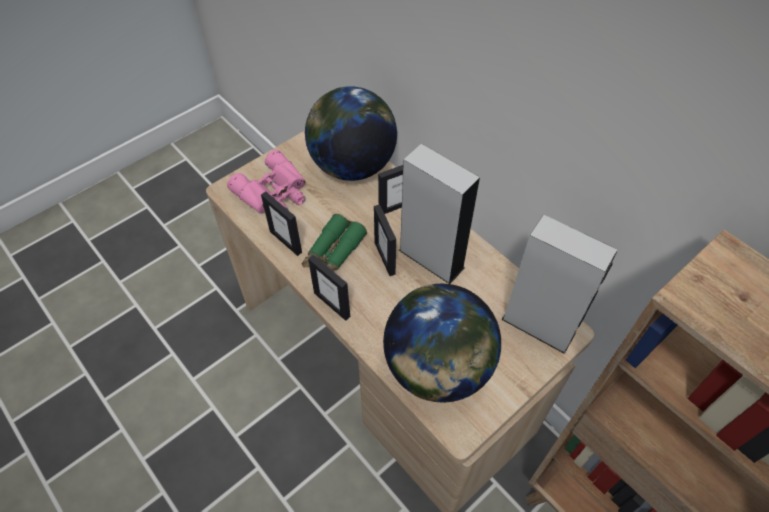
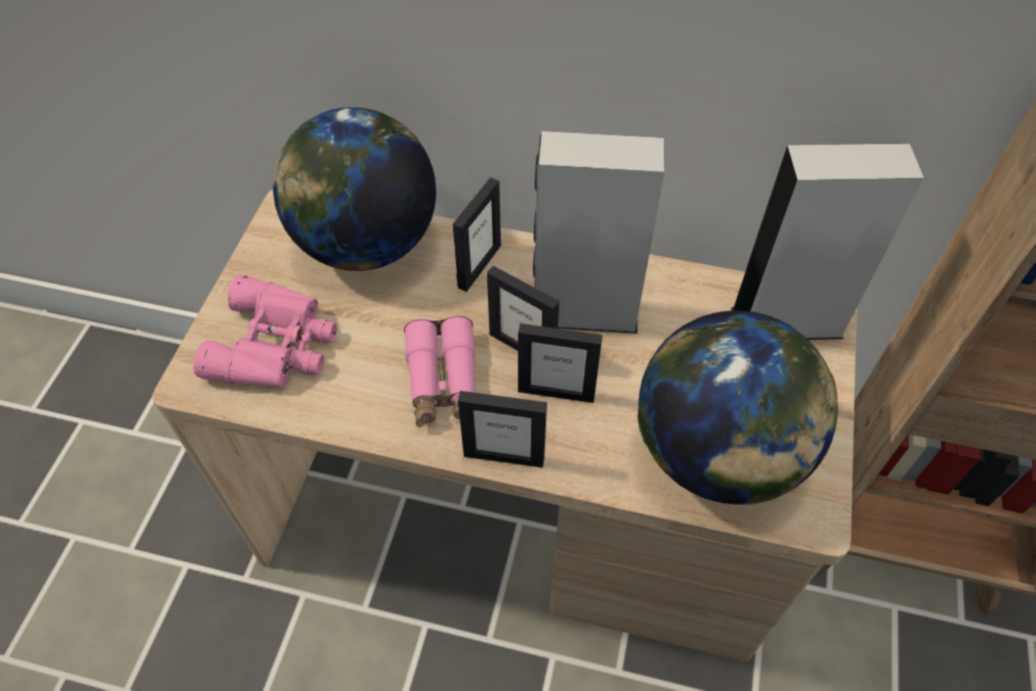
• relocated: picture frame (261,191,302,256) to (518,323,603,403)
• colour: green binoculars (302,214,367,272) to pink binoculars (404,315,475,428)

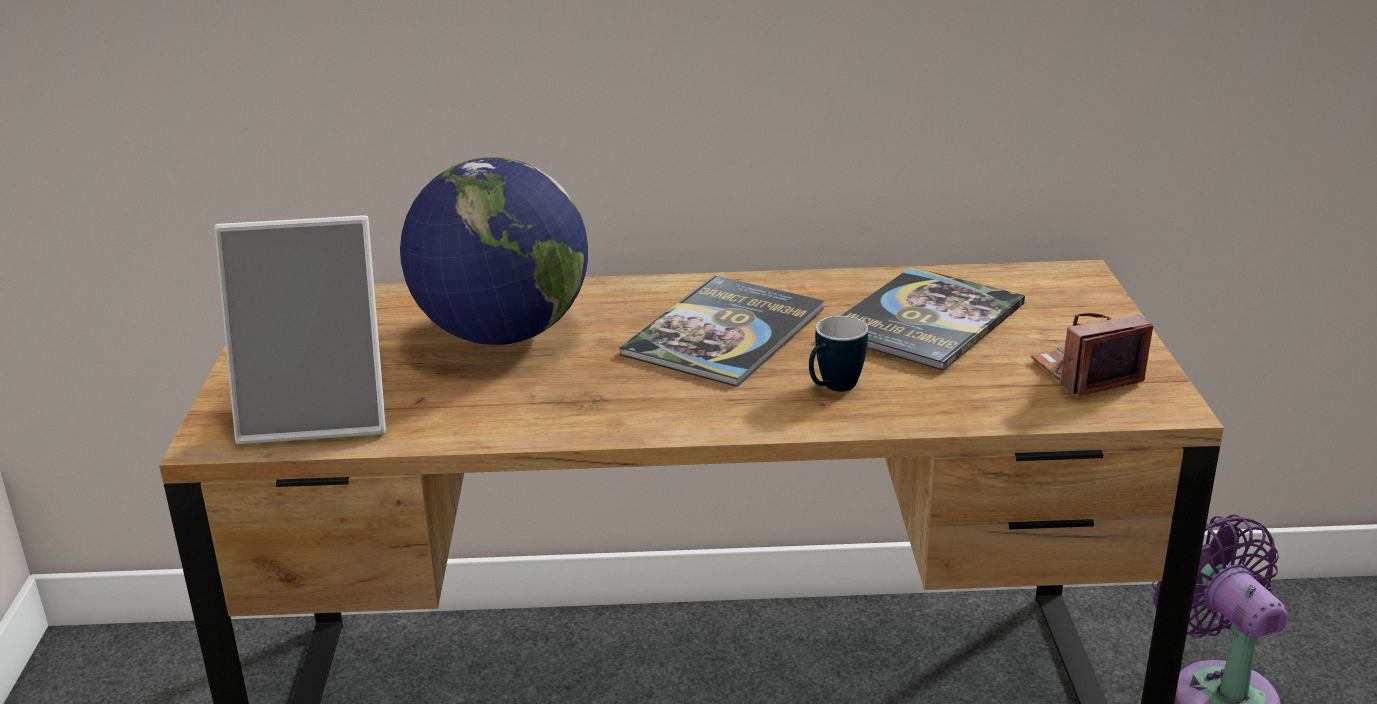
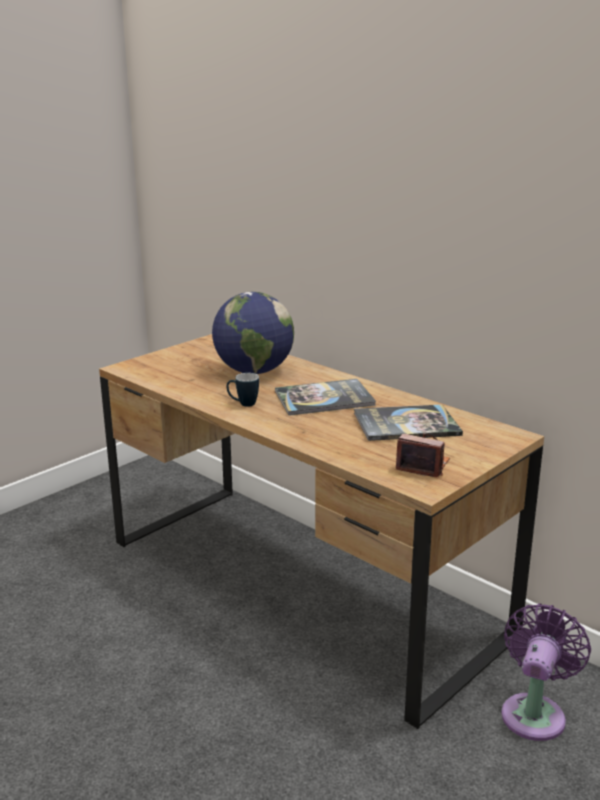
• missing: picture frame (215,215,386,445)
• relocated: mug (809,316,868,392) to (226,373,259,407)

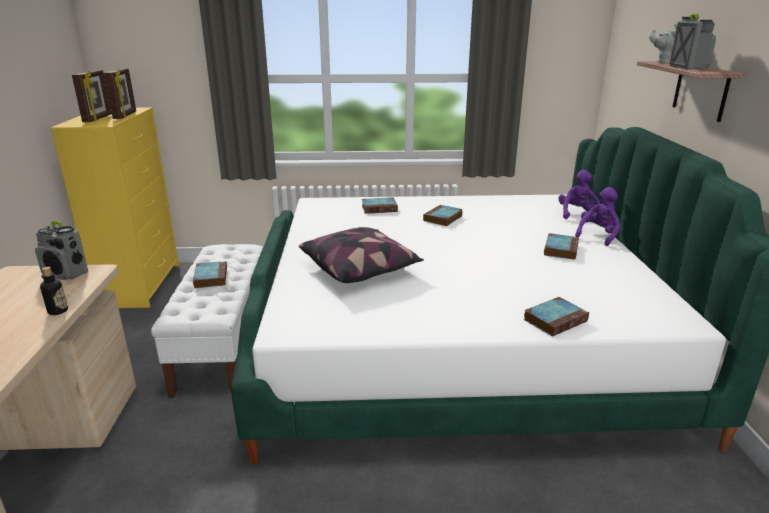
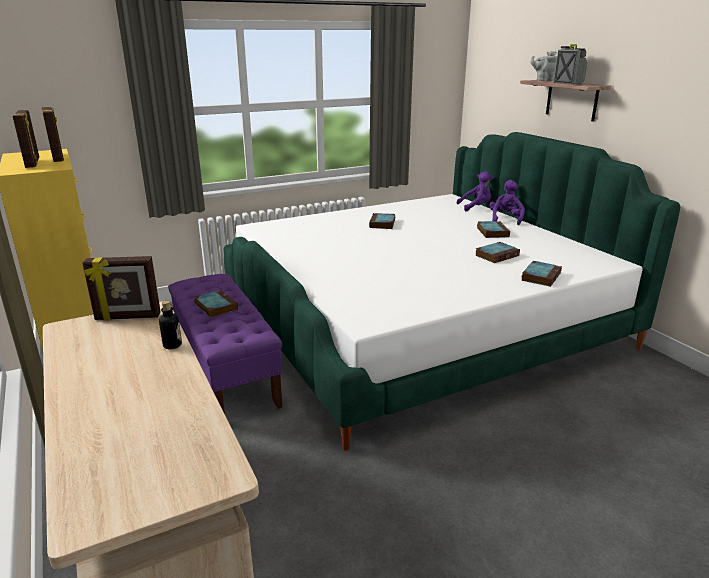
• missing: pillow (299,227,424,283)
• relocated: book (362,197,398,214) to (475,242,520,263)
• exchanged: radio (35,221,88,280) to picture frame (82,256,161,321)
• colour: white bench (151,244,263,398) to purple bench (168,274,282,414)
• spun: purple plush toy (558,170,601,219) = (457,171,493,211) 90 degrees clockwise

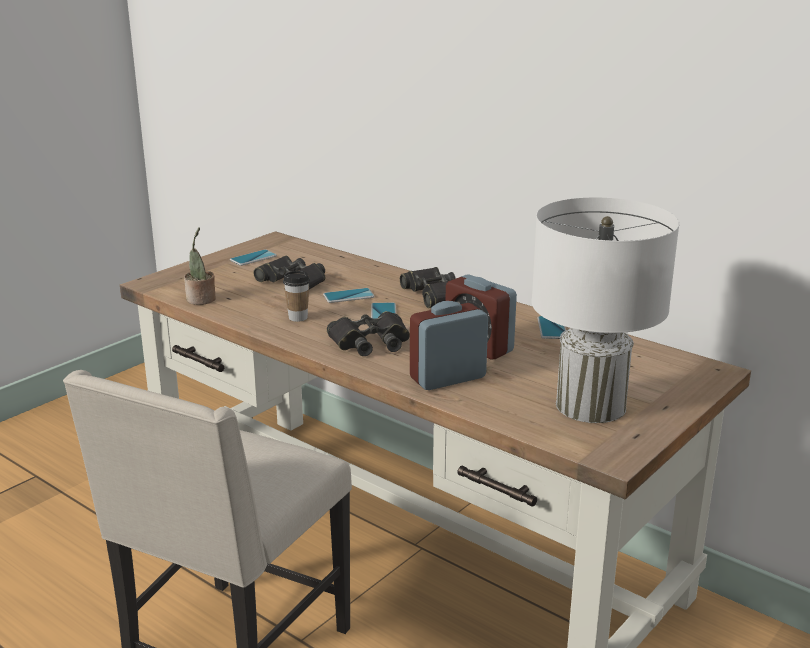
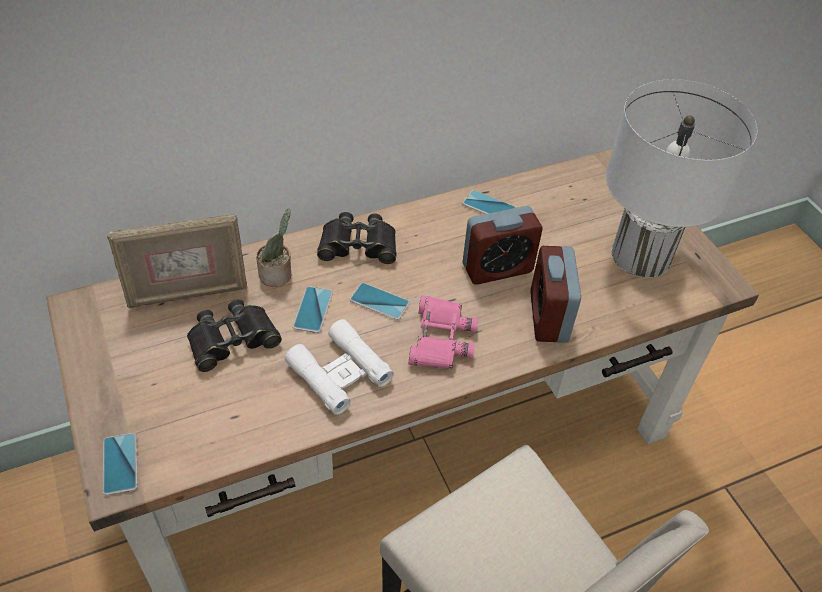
• appeared: picture frame (107,214,248,308)
• relocated: potted plant (184,227,215,305) to (256,209,291,287)
• relocated: phone (230,249,277,266) to (103,433,138,496)
• exchanged: cup (283,271,310,322) to white binoculars (285,319,394,415)
• colour: black binoculars (327,311,410,356) to pink binoculars (409,295,478,368)

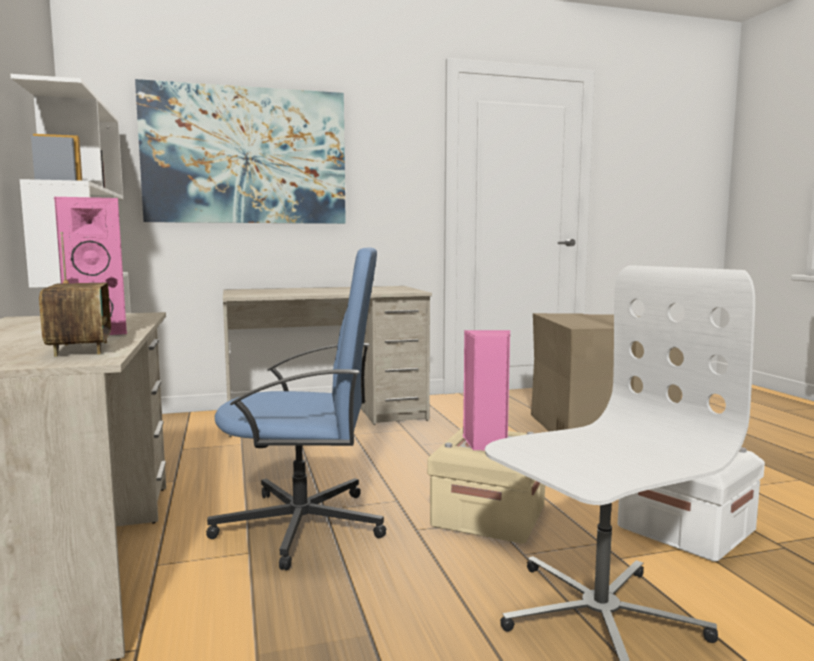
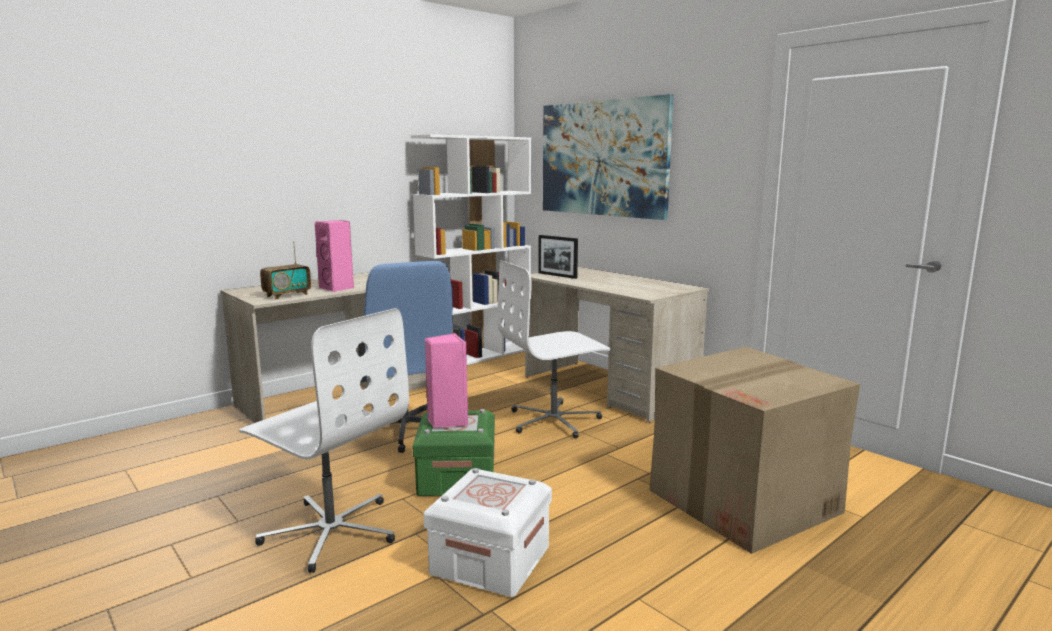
• appeared: white office chair (497,260,611,438)
• appeared: picture frame (538,235,578,279)
• colour: beige storage box (427,427,545,544) to green storage box (413,409,495,496)

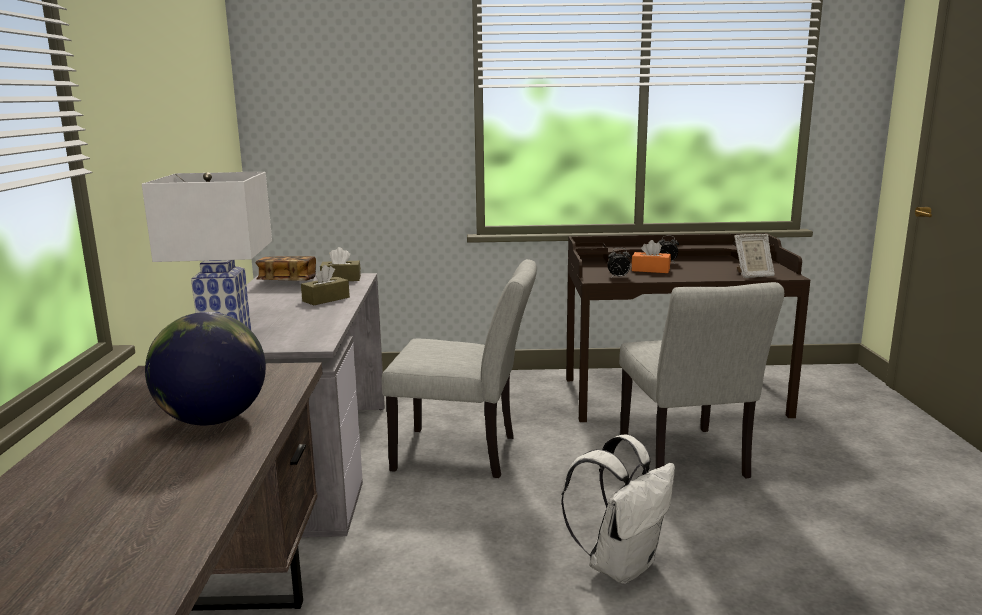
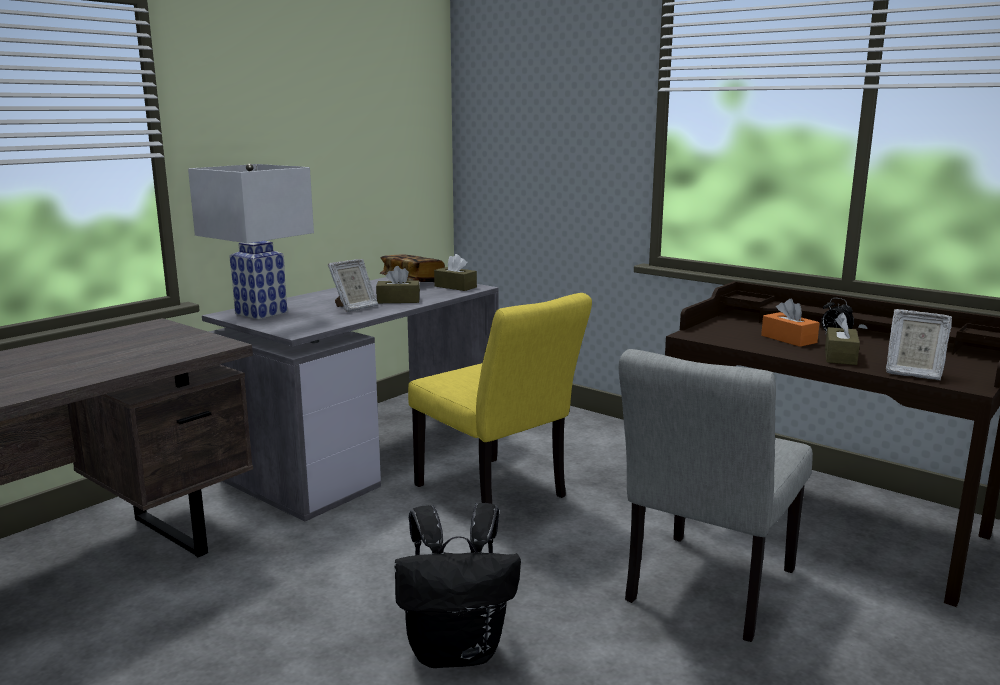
• missing: globe (145,312,266,425)
• missing: alarm clock (608,248,631,277)
• appeared: picture frame (328,259,378,312)
• appeared: brown tissue box (825,313,860,365)
• colour: grey chair (382,259,537,478) to yellow chair (408,293,592,504)
• colour: white backpack (561,435,675,584) to black backpack (395,503,521,668)

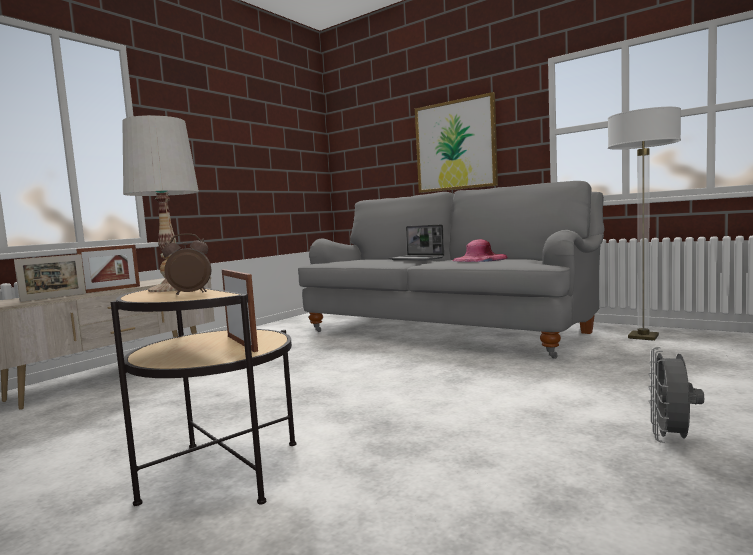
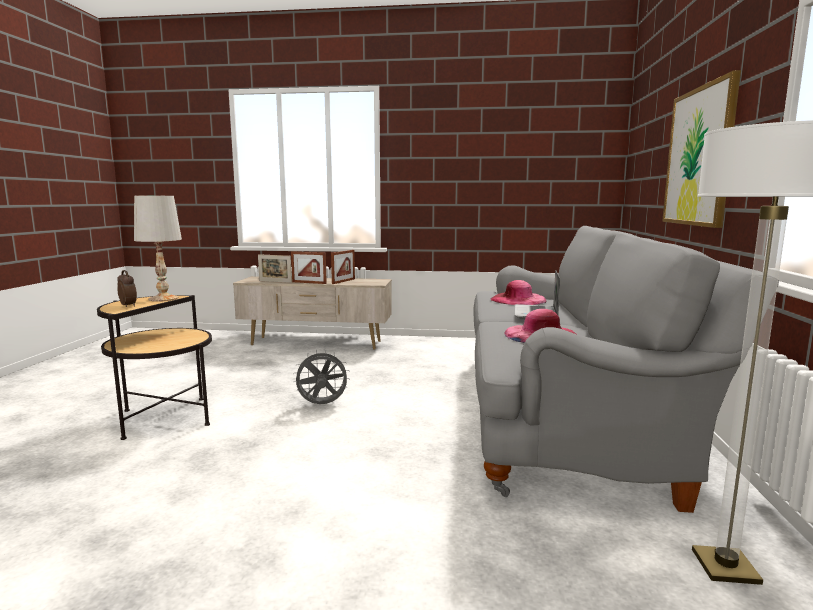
• appeared: pink hat (491,280,546,305)
• relocated: picture frame (222,269,258,352) to (331,250,355,284)
• relocated: grey fan (649,347,704,443) to (293,349,350,404)

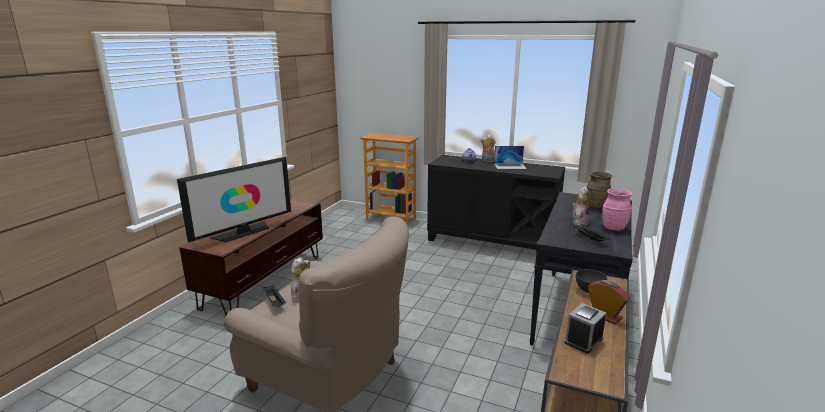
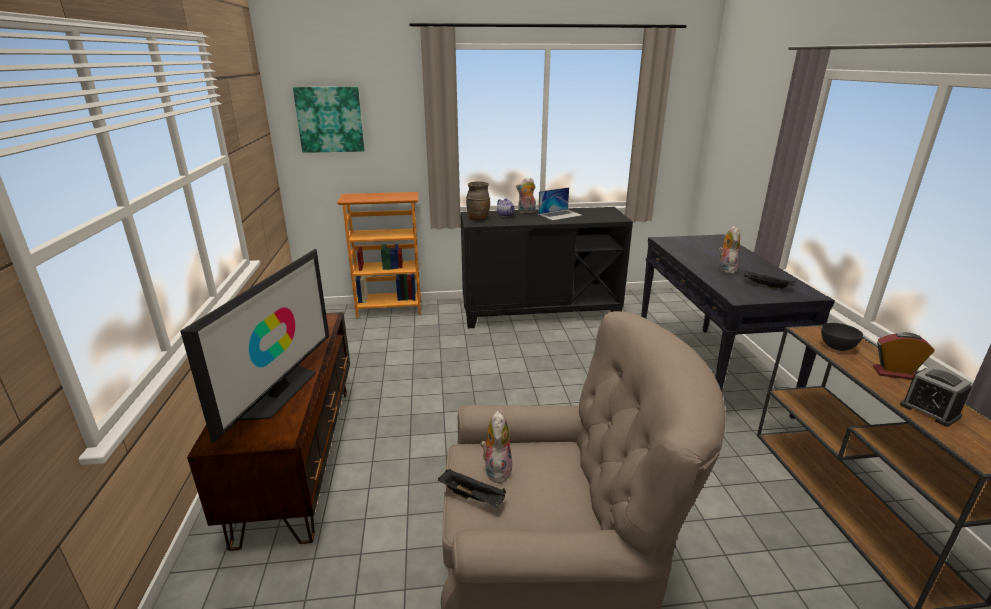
• missing: pink vase (602,189,632,231)
• appeared: picture (293,87,365,153)
• relocated: brown vase (587,172,612,209) to (466,181,490,220)
• spun: alarm clock (565,303,606,354) = (900,366,972,427) 45 degrees counterclockwise

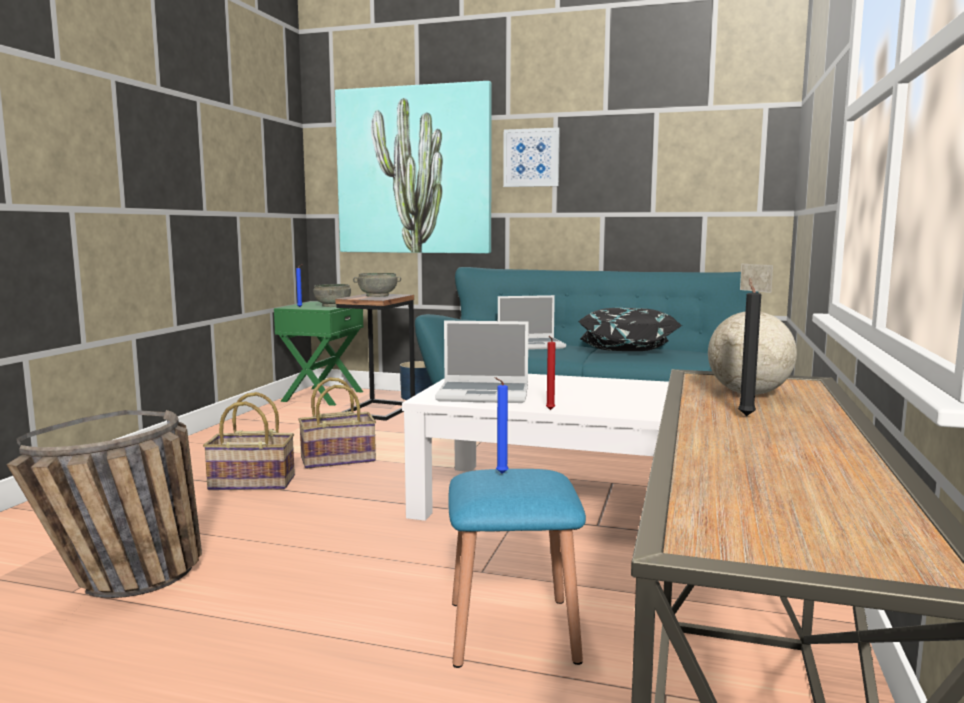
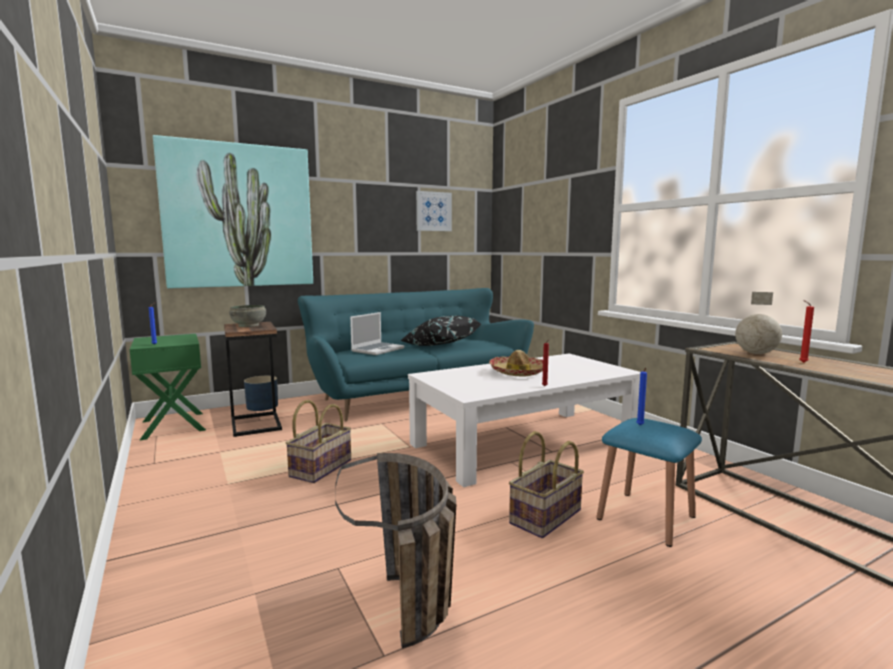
• missing: grey bowl (313,284,351,307)
• missing: laptop (435,321,529,403)
• appeared: hat (489,350,543,376)
• relocated: basket (203,392,295,490) to (509,431,584,538)
• relocated: picture (503,127,560,187) to (416,191,452,231)
• colour: black candle (738,279,761,416) to red candle (800,300,814,363)

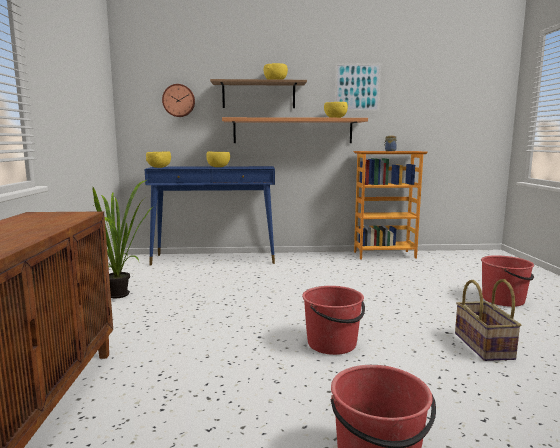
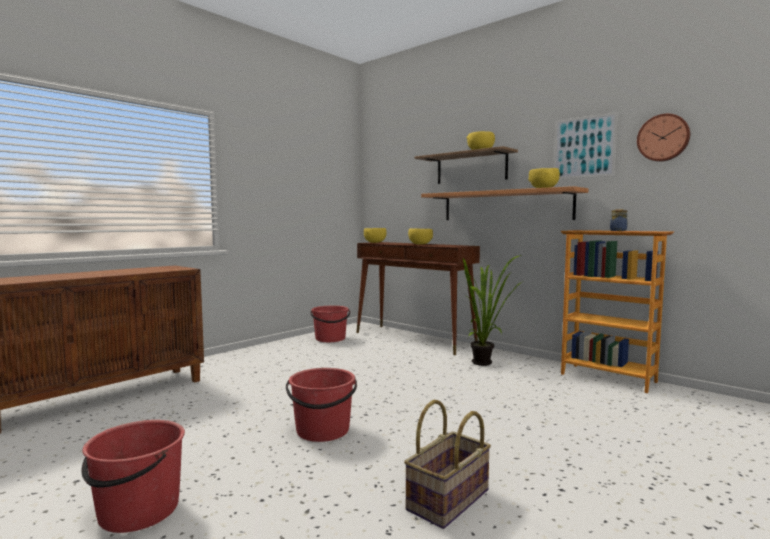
• relocated: potted plant (92,180,154,298) to (463,255,522,366)
• relocated: wall clock (162,84,195,117) to (637,114,690,162)
• relocated: red bucket (481,255,534,307) to (311,306,350,342)
• colour: blue console table (145,166,275,266) to brown console table (356,242,480,355)

